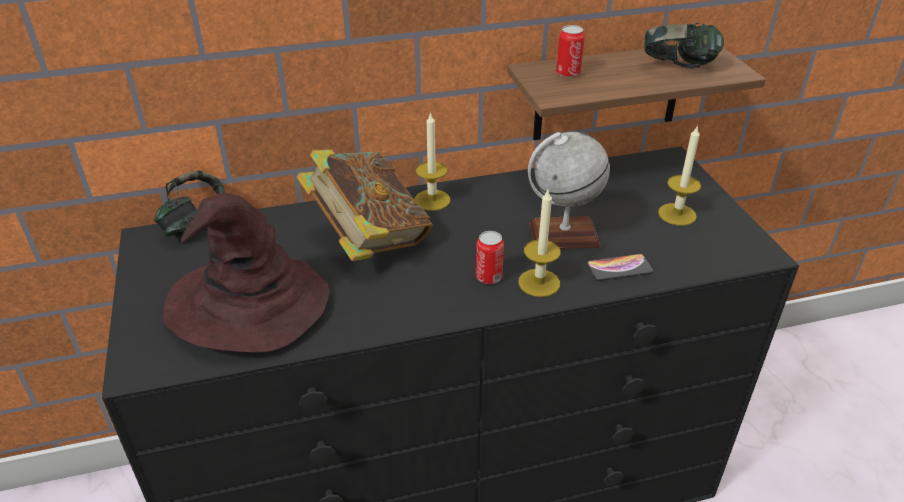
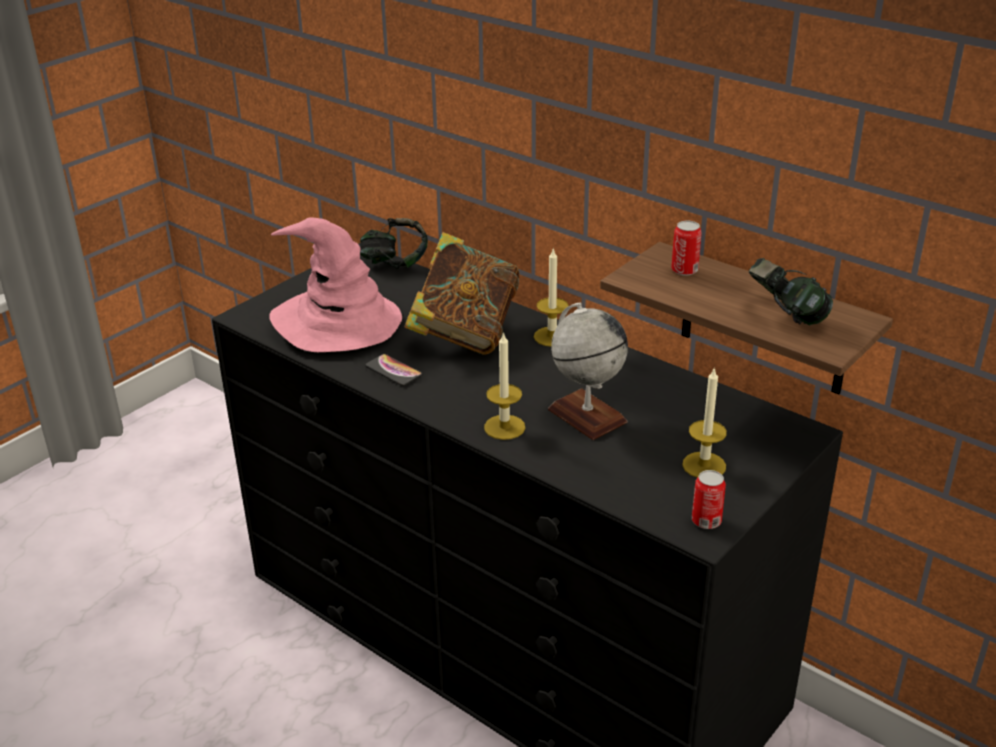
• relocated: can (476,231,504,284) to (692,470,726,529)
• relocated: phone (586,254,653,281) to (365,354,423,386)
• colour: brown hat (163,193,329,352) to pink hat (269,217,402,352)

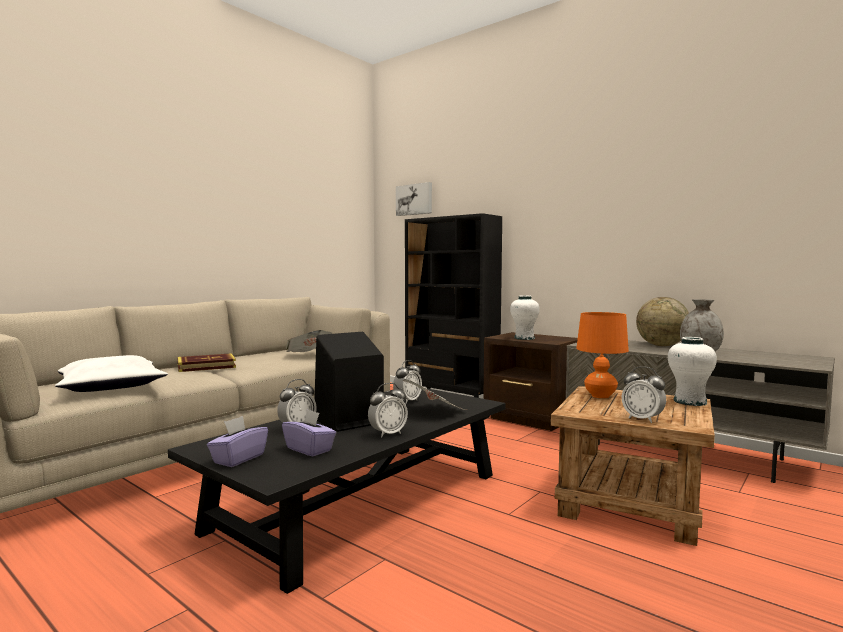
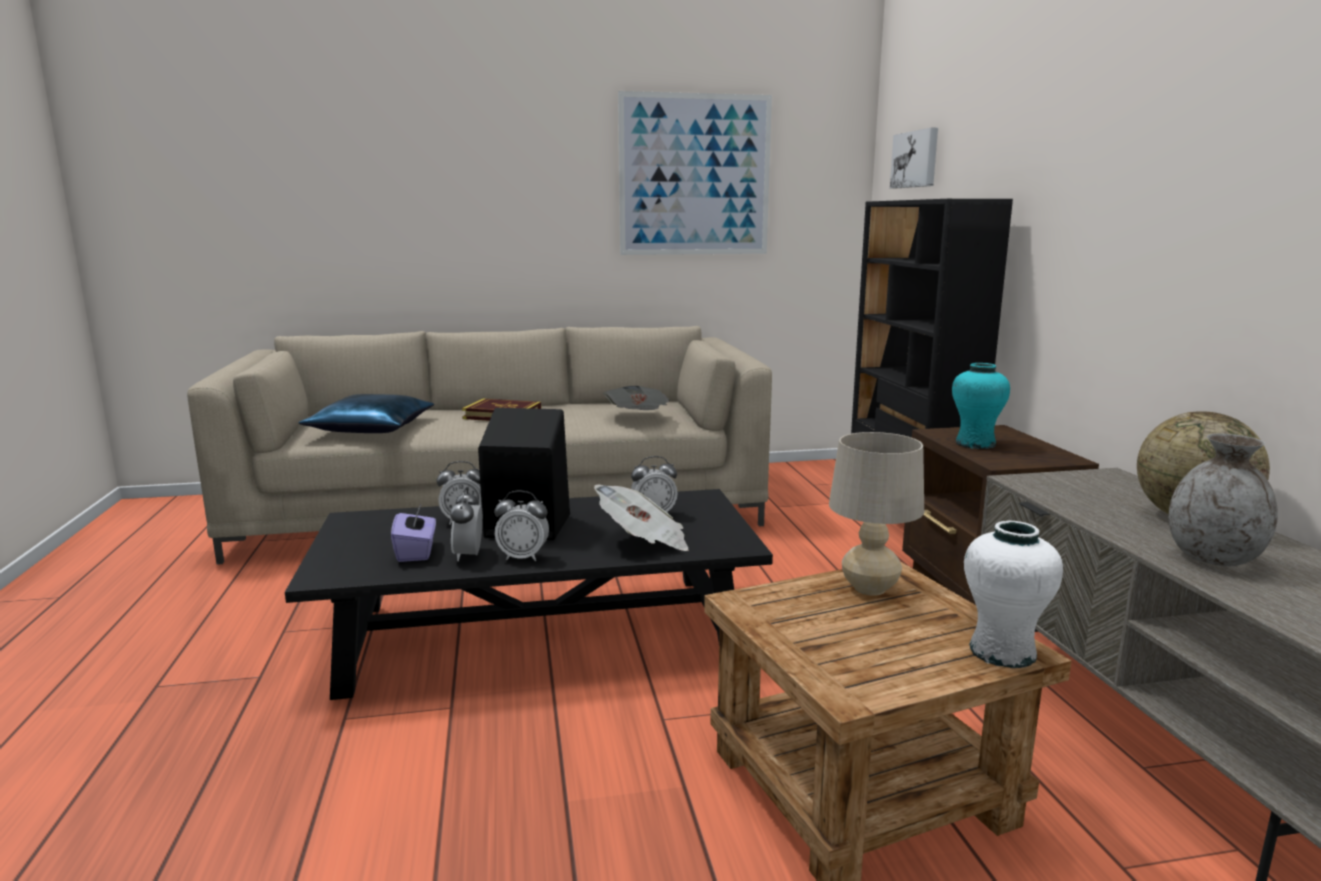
• missing: purple tissue box (207,416,268,467)
• appeared: picture (618,91,772,255)
• relocated: alarm clock (622,366,666,423) to (450,488,483,561)
• colour: white pillow (55,355,168,392) to blue pillow (298,394,434,433)
• colour: white vase (510,295,540,340) to turquoise vase (952,363,1010,449)
• colour: orange table lamp (576,312,629,398) to beige table lamp (829,432,924,596)

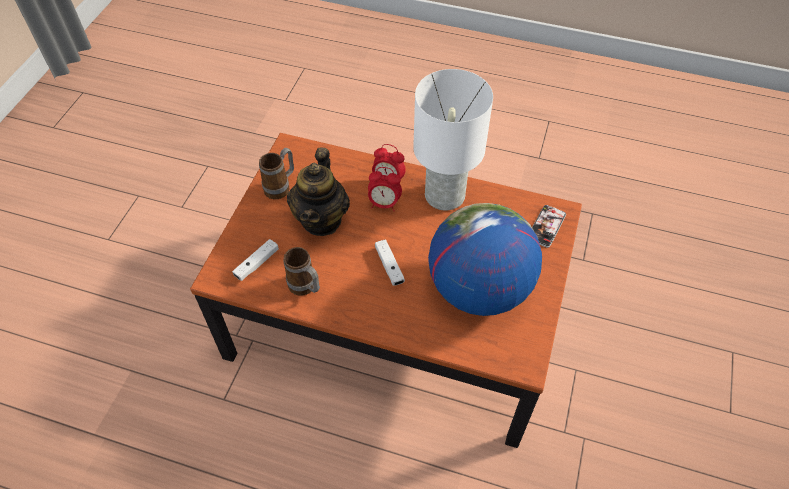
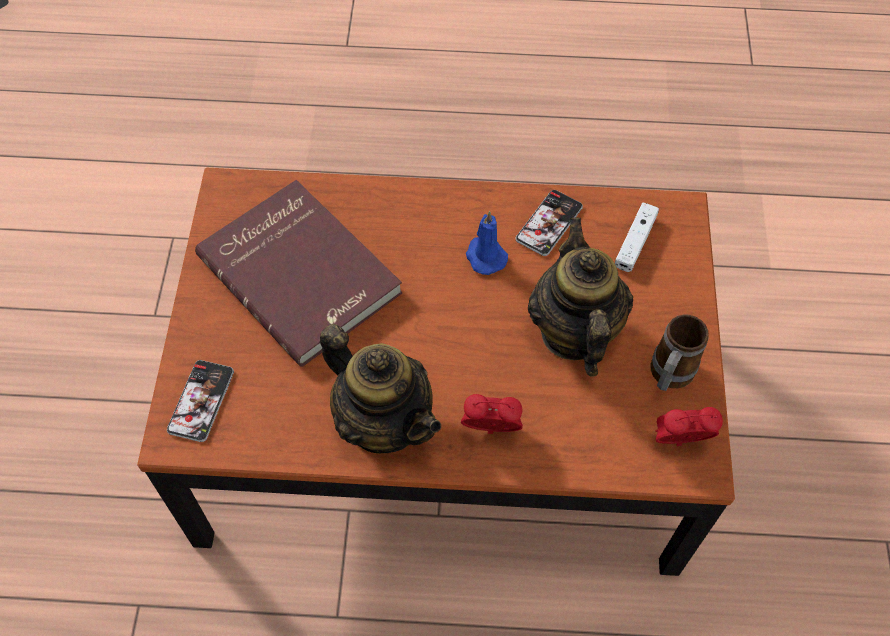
• missing: white game controller (375,239,405,286)
• appeared: blue candle (466,211,508,275)
• relocated: alarm clock (368,167,402,211) to (656,407,723,446)
• exchanged: mug (283,247,320,296) to phone (516,190,583,256)
• exchanged: white table lamp (413,69,493,211) to teapot (320,324,441,453)
• exchanged: globe (428,203,542,316) to red book (195,180,402,367)

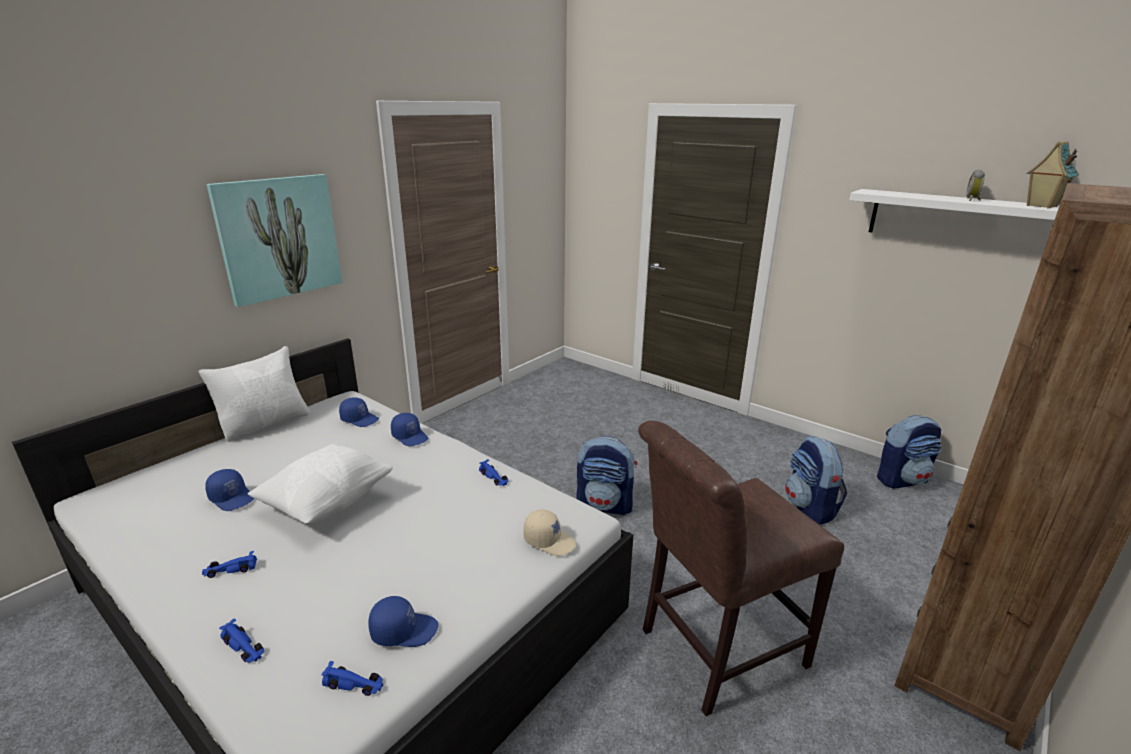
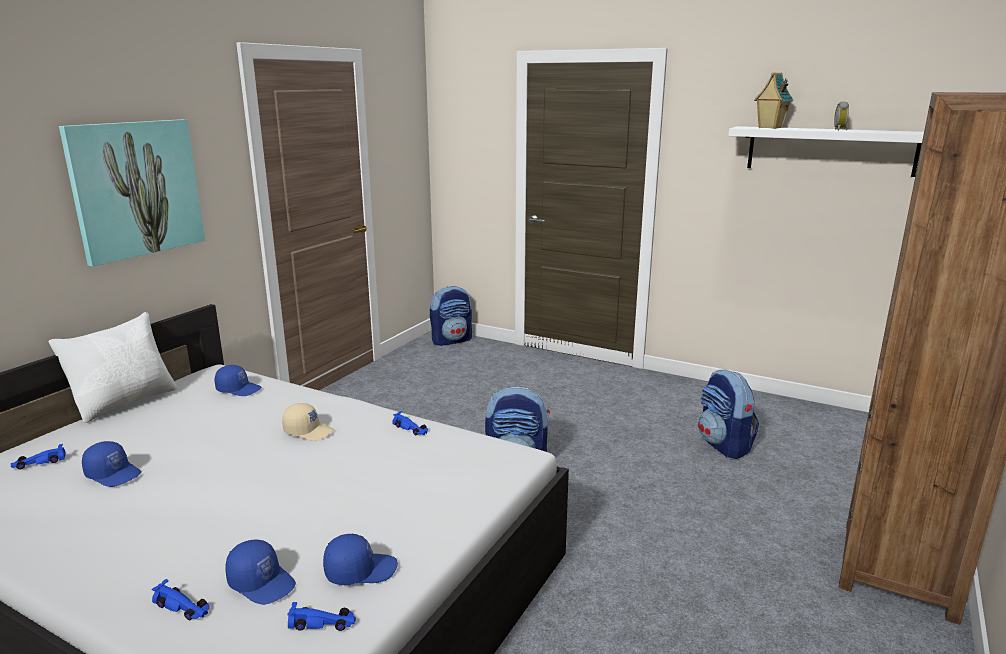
• missing: white pillow (248,444,393,523)
• missing: brown chair (638,420,844,716)
• relocated: blue toy car (202,551,257,578) to (11,444,66,469)
• relocated: blue cap (391,413,428,447) to (225,540,296,605)
• relocated: beige cap (523,510,576,556) to (282,403,334,441)
• relocated: backpack (877,415,941,489) to (430,286,472,346)
• relocated: toy house (1026,141,1079,208) to (754,72,793,129)

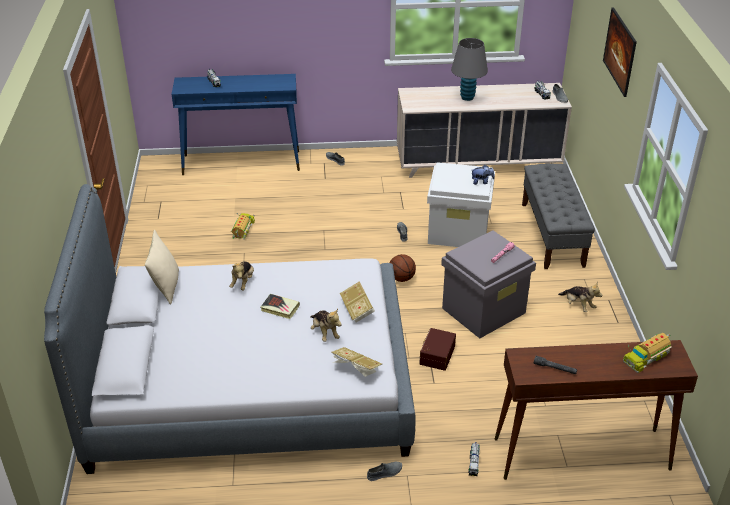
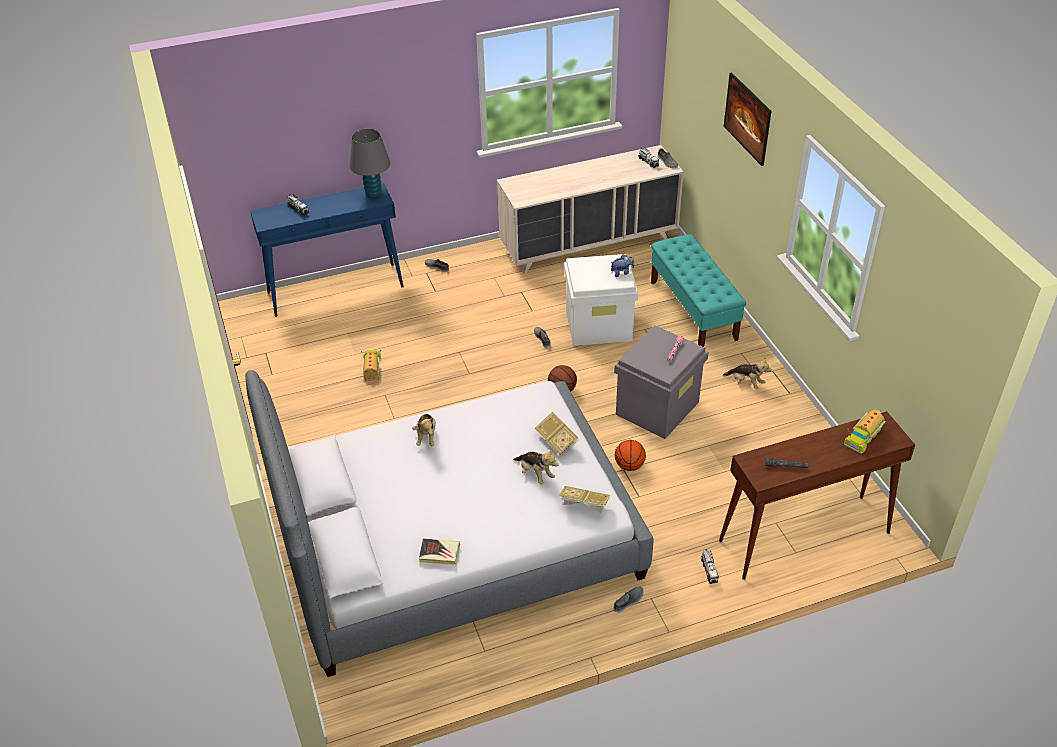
• missing: beige pillow (145,230,179,305)
• relocated: book (260,294,300,319) to (419,538,460,565)
• relocated: grey table lamp (451,38,488,101) to (349,129,390,198)
• exchanged: brown storage box (419,328,456,371) to basketball (615,440,646,471)
• colour: grey bench (522,164,595,269) to turquoise bench (651,234,746,347)

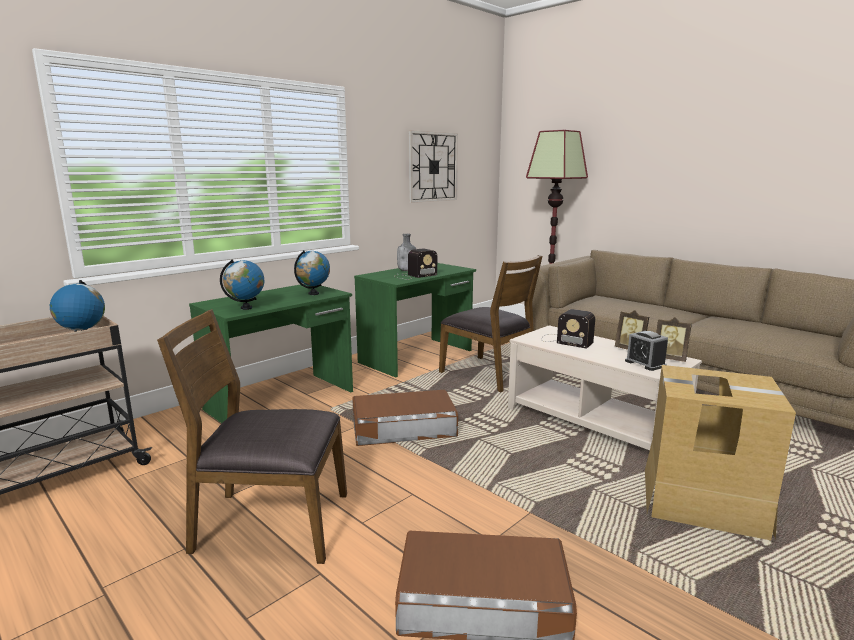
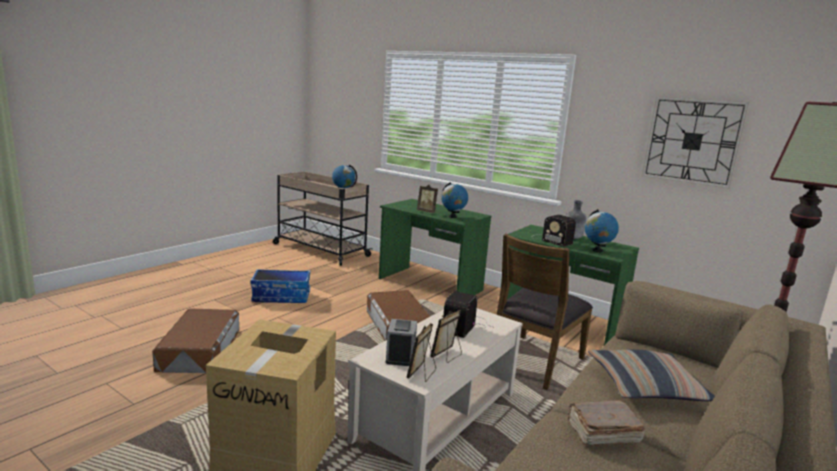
• appeared: picture frame (417,185,438,213)
• appeared: brown book (568,400,645,446)
• appeared: pillow (588,349,715,401)
• relocated: globe (220,259,264,310) to (585,209,619,252)
• exchanged: brown chair (157,309,347,564) to storage box (251,269,310,303)
• spun: alarm clock (625,331,668,371) = (386,319,417,366) 135 degrees clockwise

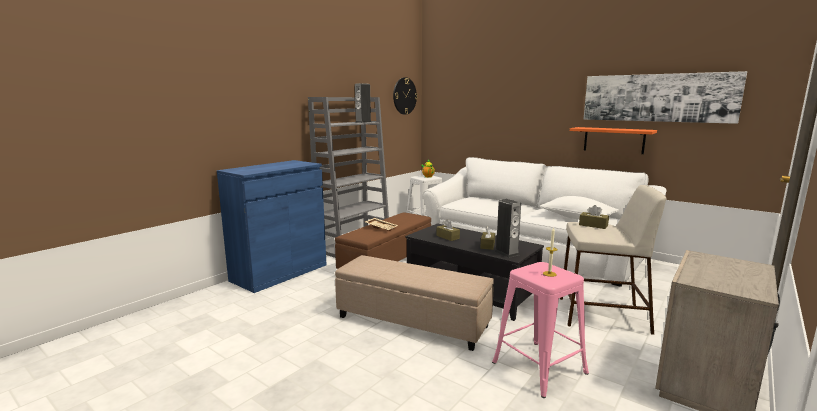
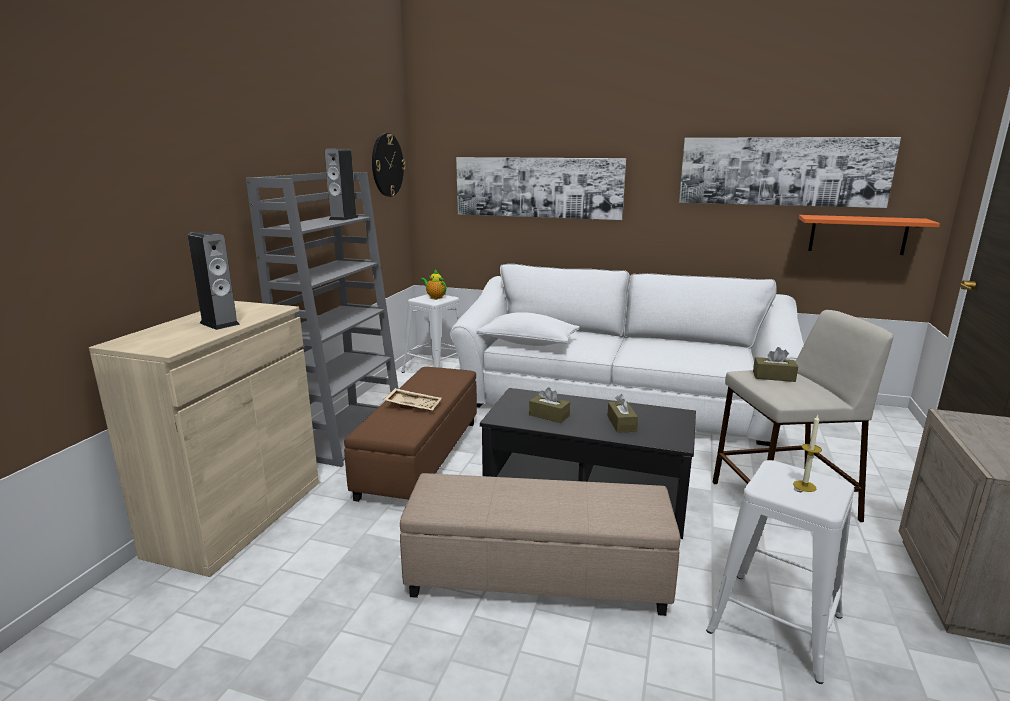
• appeared: picture (456,157,626,220)
• relocated: speaker (495,199,521,258) to (188,231,240,330)
• relocated: white pillow (539,196,619,220) to (476,312,580,346)
• relocated: orange shelf (570,127,657,154) to (799,215,940,255)
• colour: blue cabinet (217,160,327,293) to beige cabinet (89,301,319,577)
• colour: pink stool (492,262,589,398) to white stool (706,460,854,684)

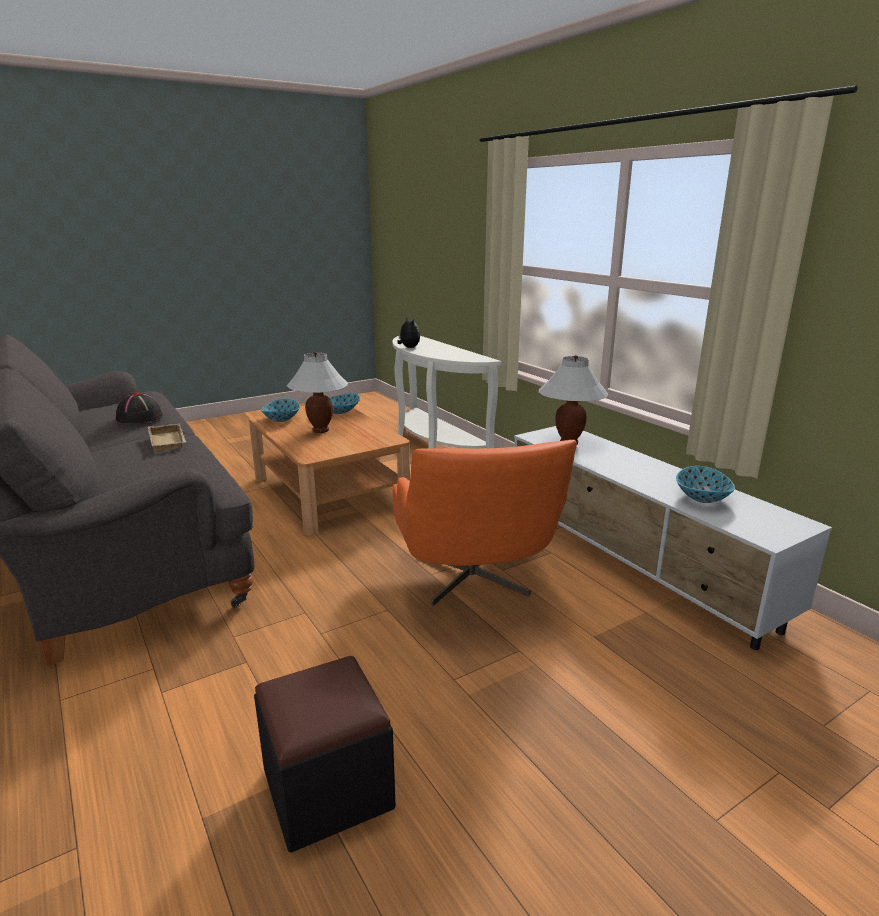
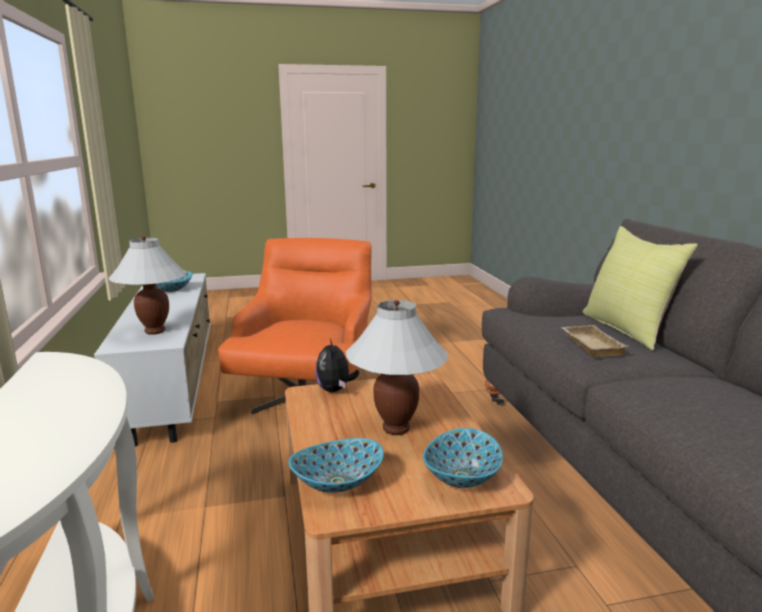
• missing: black hat (116,392,163,423)
• missing: black ottoman (254,656,396,853)
• appeared: yellow pillow (583,226,698,350)
• relocated: plush toy (397,318,420,348) to (315,338,359,392)

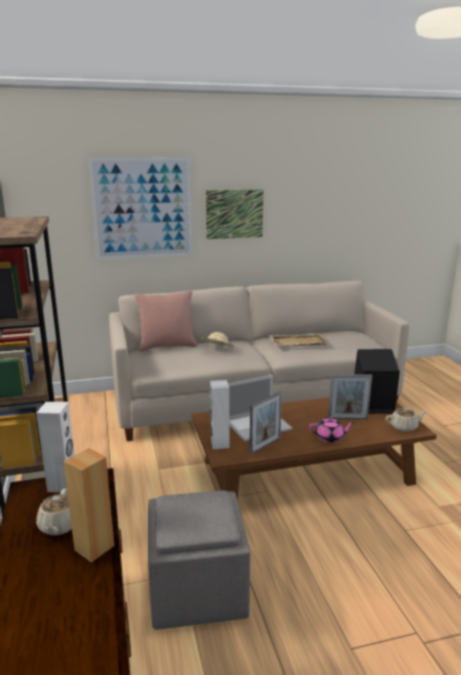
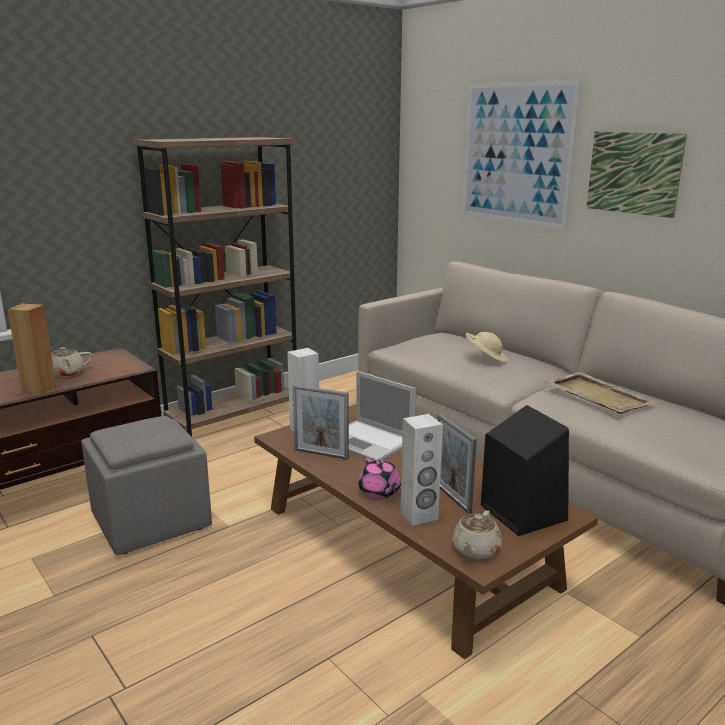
• missing: pink pillow (135,291,197,352)
• relocated: white speaker (36,402,75,493) to (401,414,443,526)
• spun: beige teapot (386,408,427,432) = (452,510,502,559) 60 degrees clockwise

